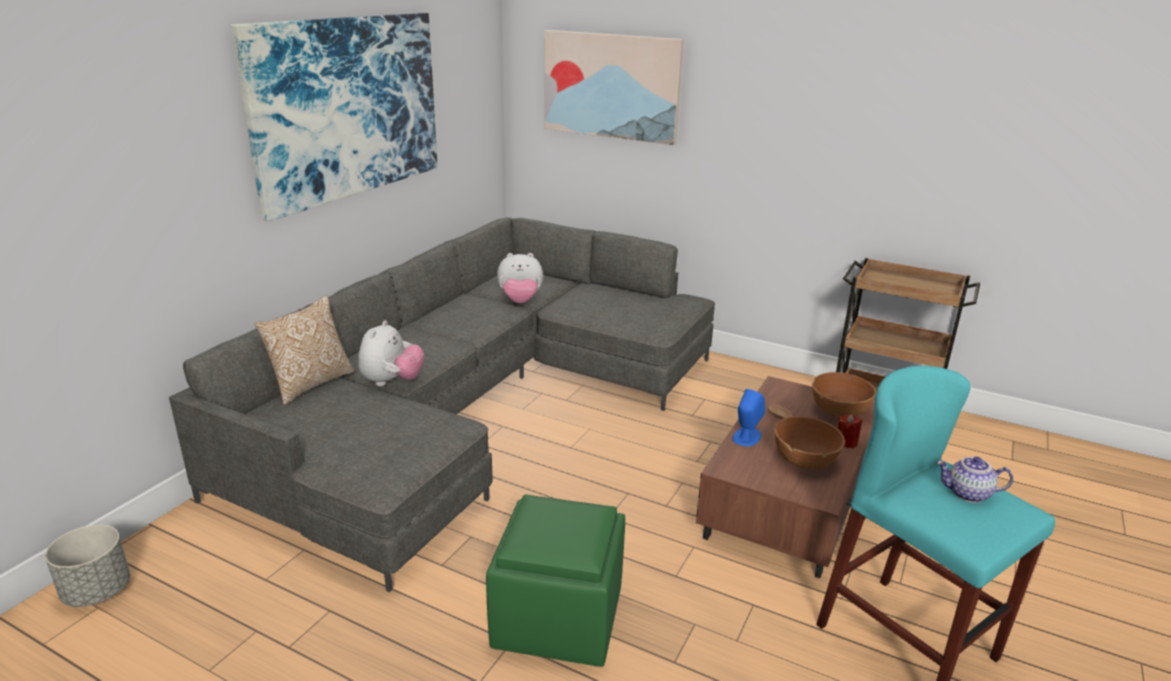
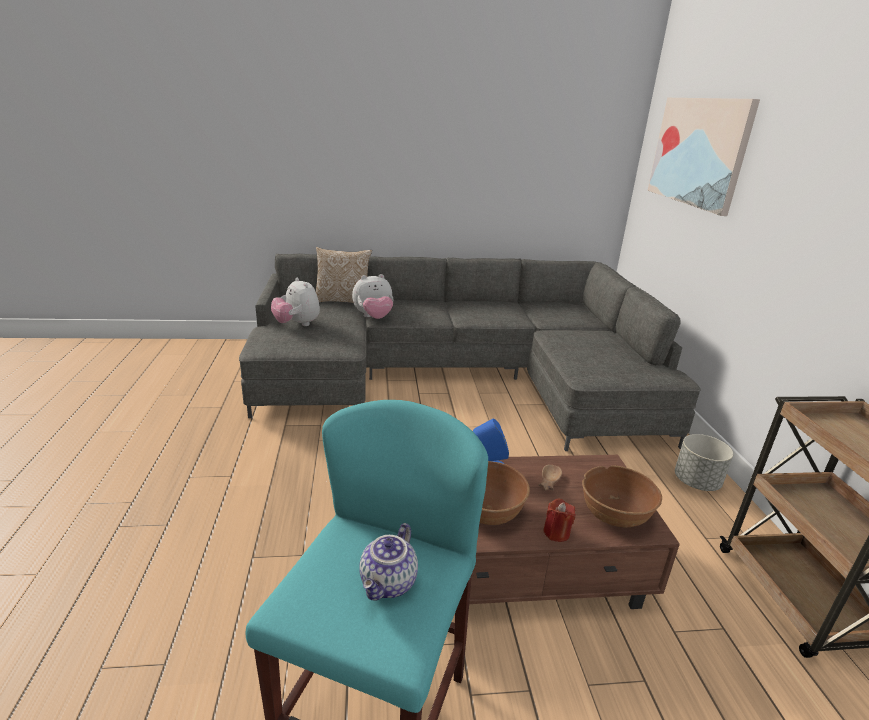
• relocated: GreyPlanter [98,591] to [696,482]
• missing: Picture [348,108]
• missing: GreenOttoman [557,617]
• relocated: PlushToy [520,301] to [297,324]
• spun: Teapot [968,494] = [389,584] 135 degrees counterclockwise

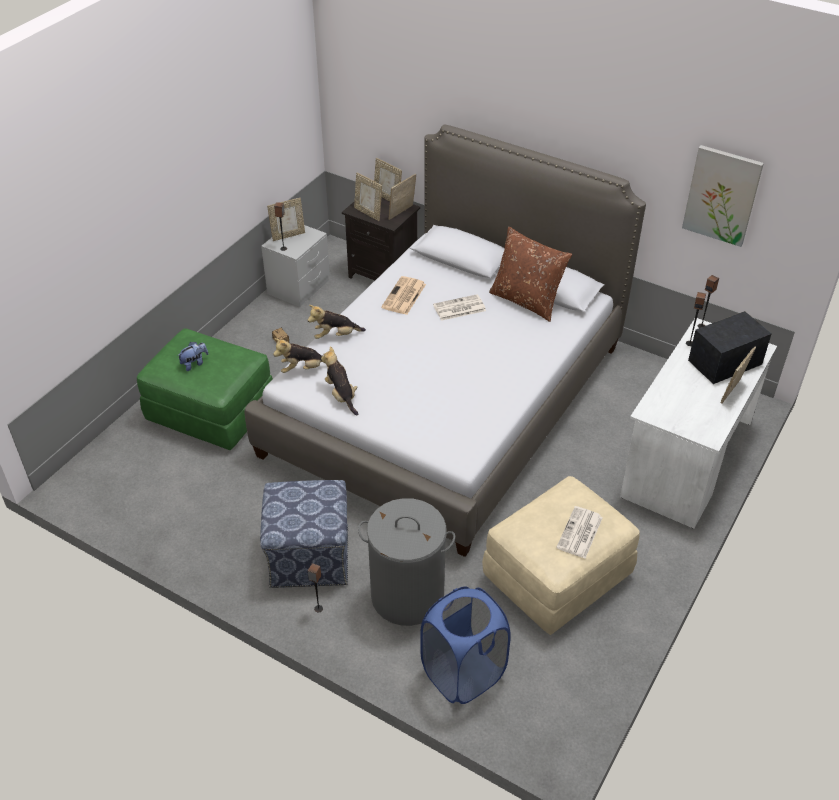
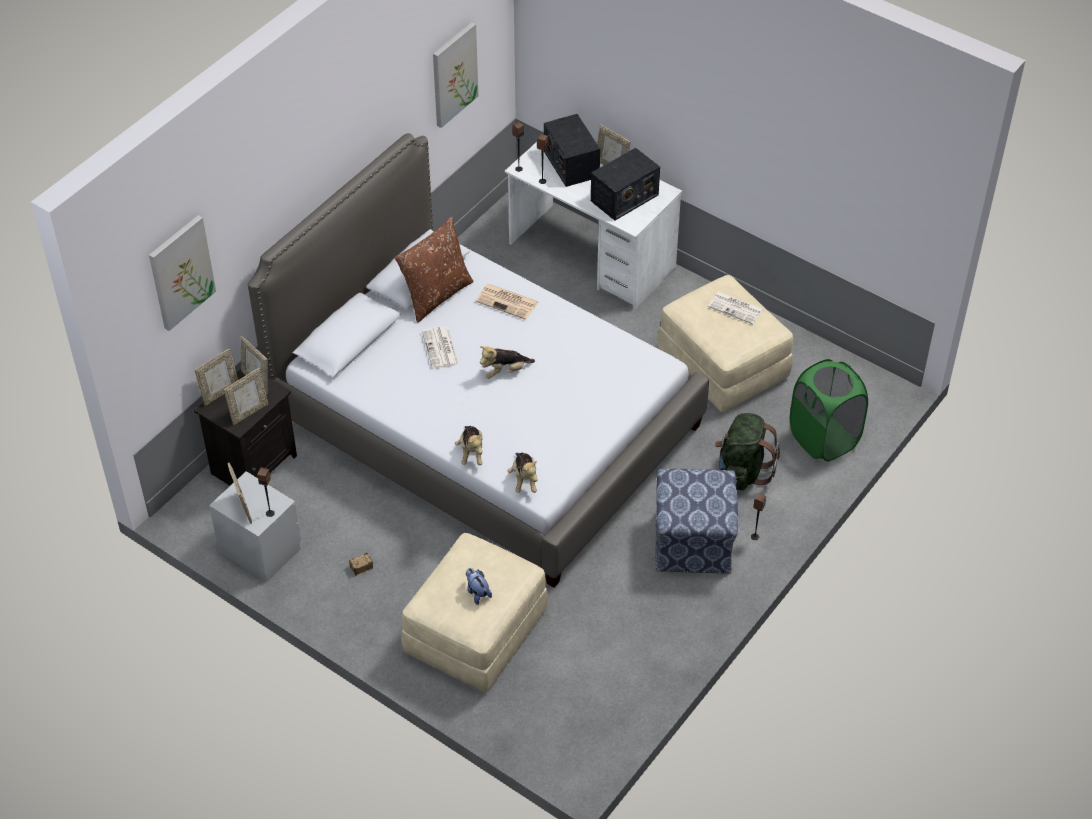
• colour: GreenOttoman [212,411] to BeigeOttoman [475,631]
• relocated: PlushToy [341,395] to [505,371]
• exchanged: GreyLaundryBasket [407,596] to GreenBackpack [742,471]
• relocated: Newspaper [404,296] to [508,302]
• colour: BlueLaundryBasket [463,673] to GreenLaundryBasket [823,438]
• appeared: Picture [181,272]
• appeared: Radio [624,198]

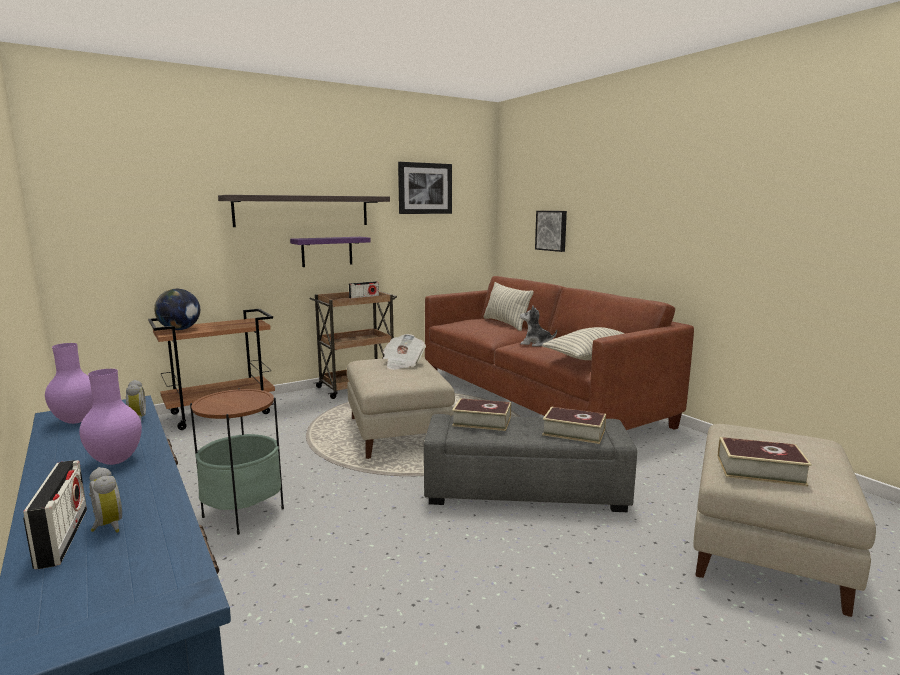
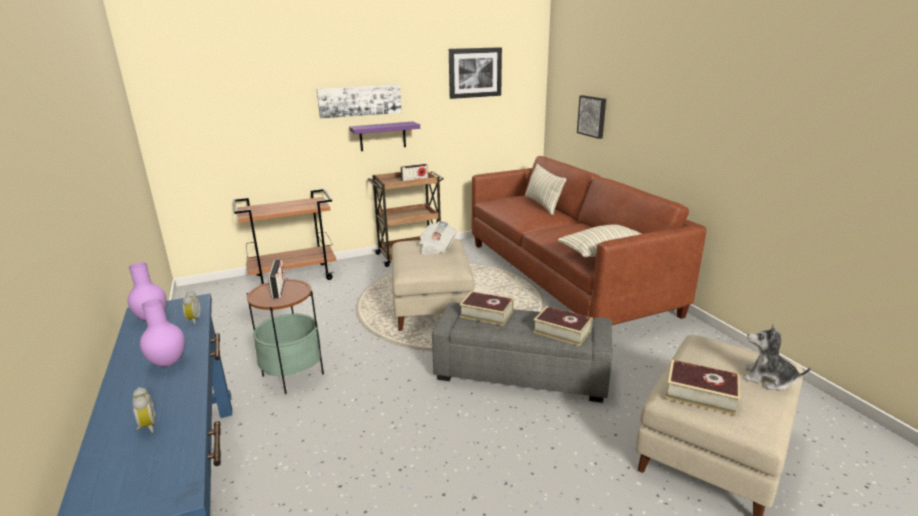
• relocated: Radio [62,537] to [279,289]
• missing: Globe [180,329]
• exchanged: Shelf [303,211] to Picture [360,101]
• relocated: PlushToy [535,344] to [768,379]

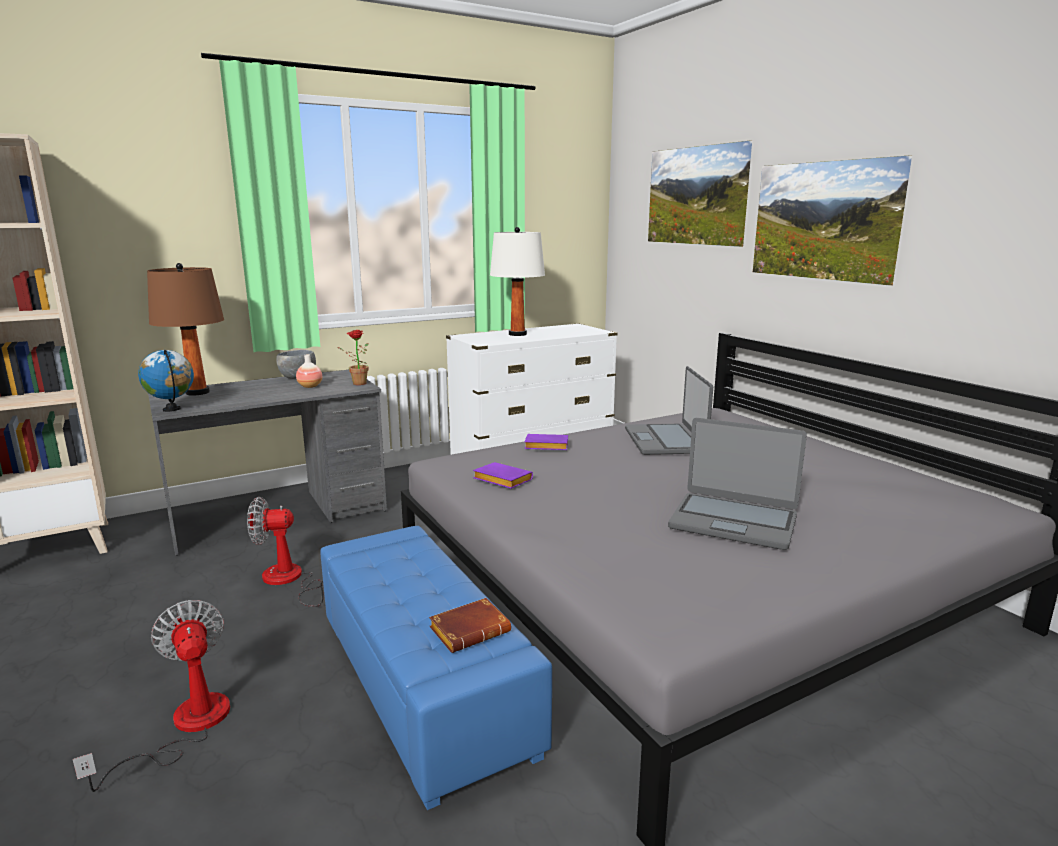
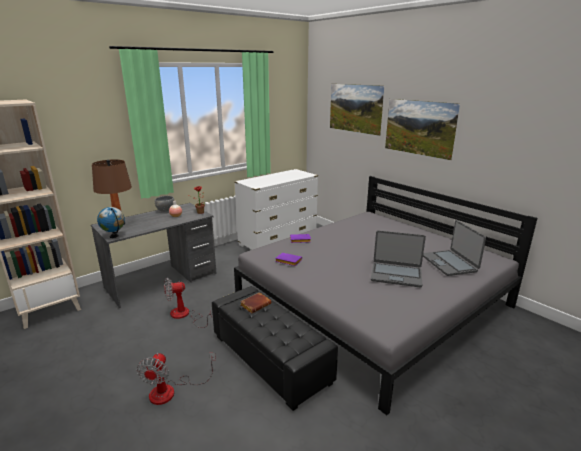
• spun: Fan [185,727] = [171,391] 135 degrees counterclockwise
• colour: BlueOttoman [425,684] to BlackOttoman [270,358]
• relocated: BrownBook [470,630] to [256,304]
• missing: WhiteTableLamp [517,334]
• relocated: Laptop [665,441] to [449,263]

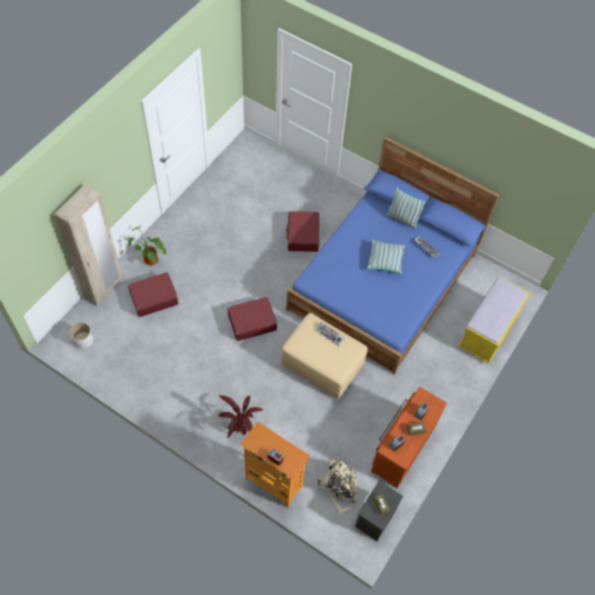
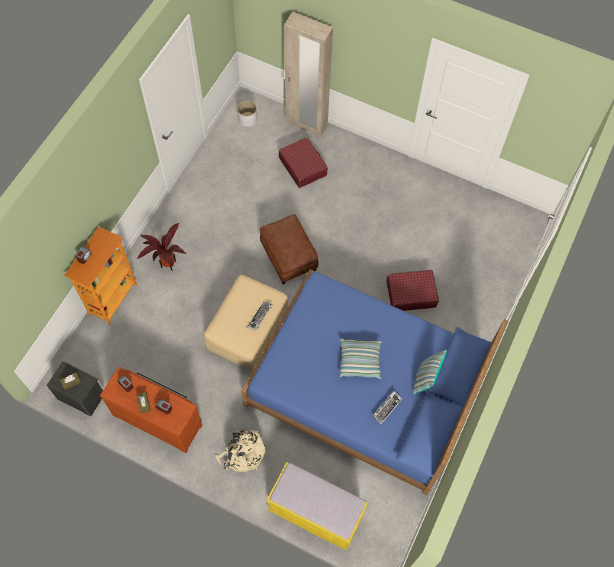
• missing: PottedPlant [149,260]
• exchanged: RedSuitcase [252,322] to BrownOttoman [288,257]
• relocated: BeigeBackpack [339,487] to [242,454]

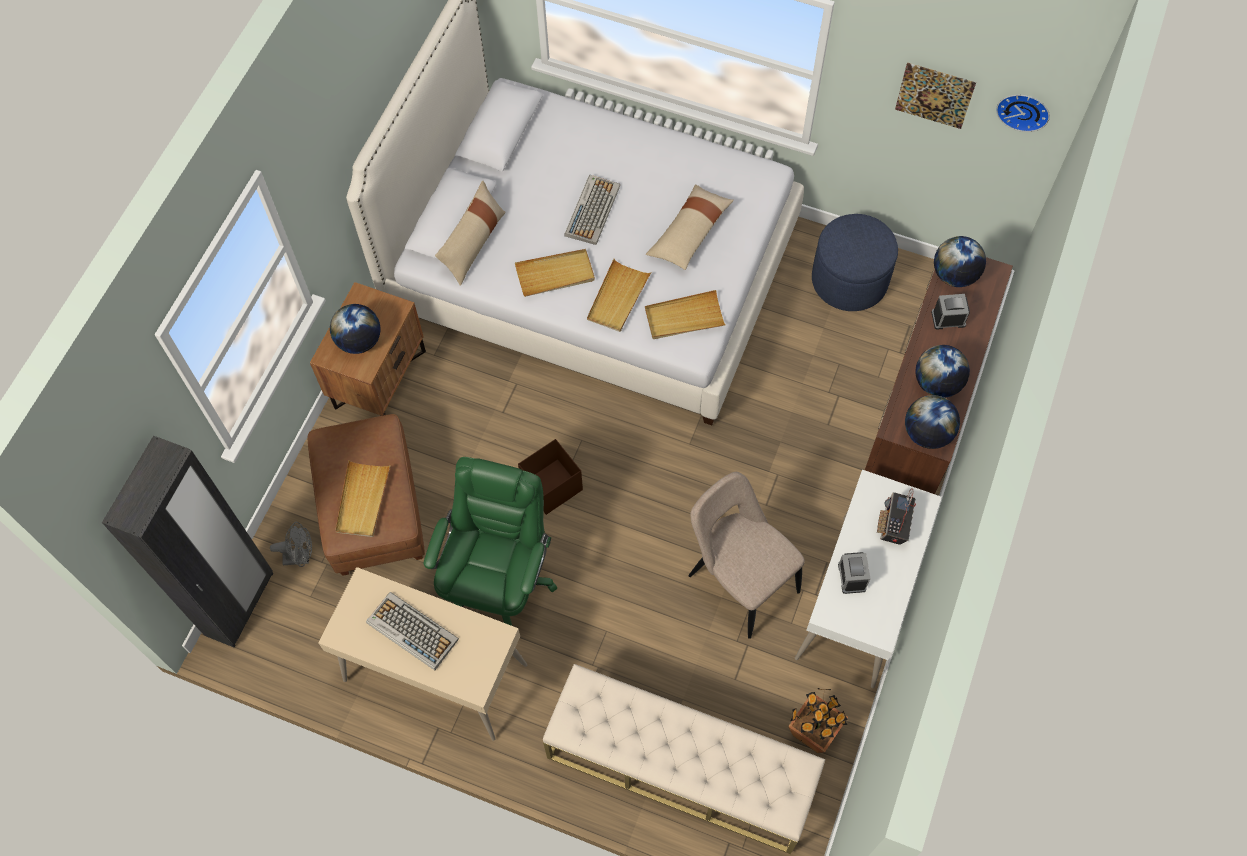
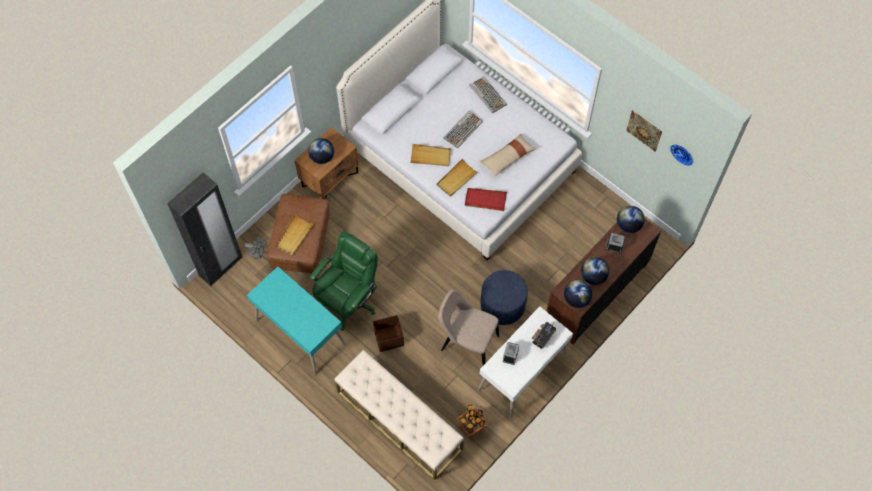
• colour: BeigeDesk [435,673] to TurquoiseDesk [300,333]
• relocated: Keyboard [411,631] to [487,95]
• missing: BeigePillow [473,244]
• relocated: BrownStorageBox [551,487] to [388,338]
• colour: BeigeTray [684,317] to RedTray [485,200]
• spun: BeigeChair [739,580] = [467,342] 45 degrees counterclockwise
• relocated: BlueOttoman [849,280] to [502,305]

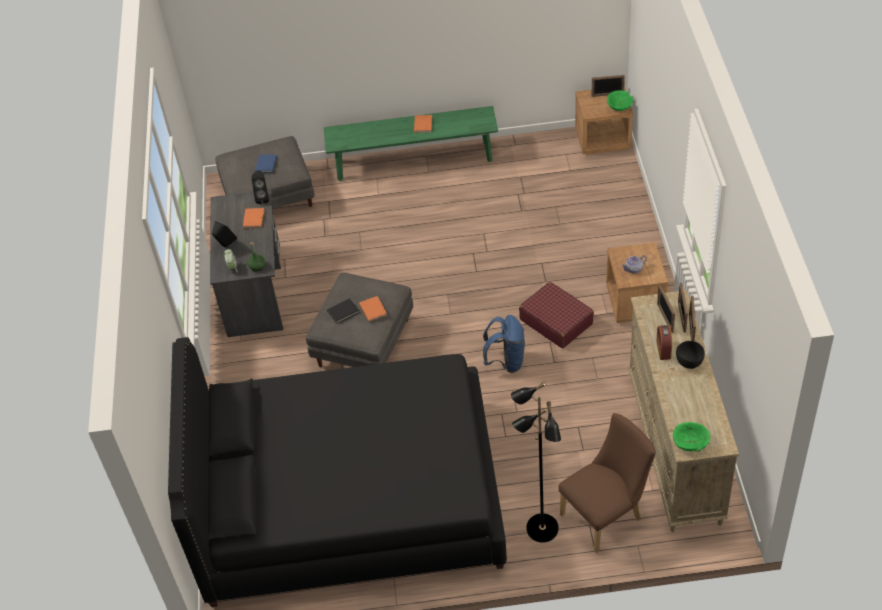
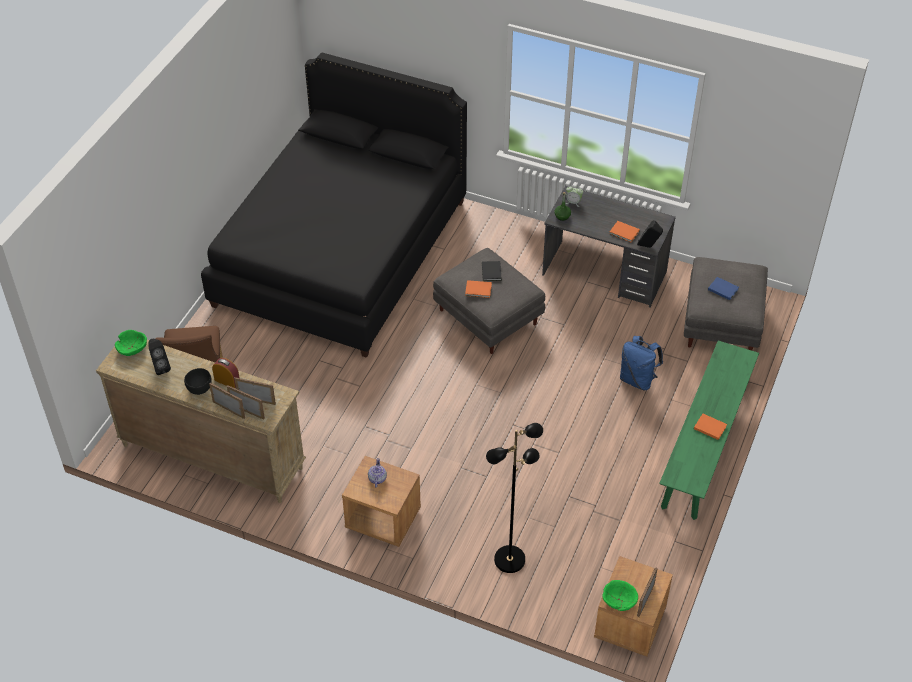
• relocated: BlackSpeaker [226,246] to [160,367]
• relocated: BlueBackpack [506,361] to [637,379]
• relocated: BlackFloorLamp [541,529] to [509,558]
• missing: RedSuitcase [556,321]

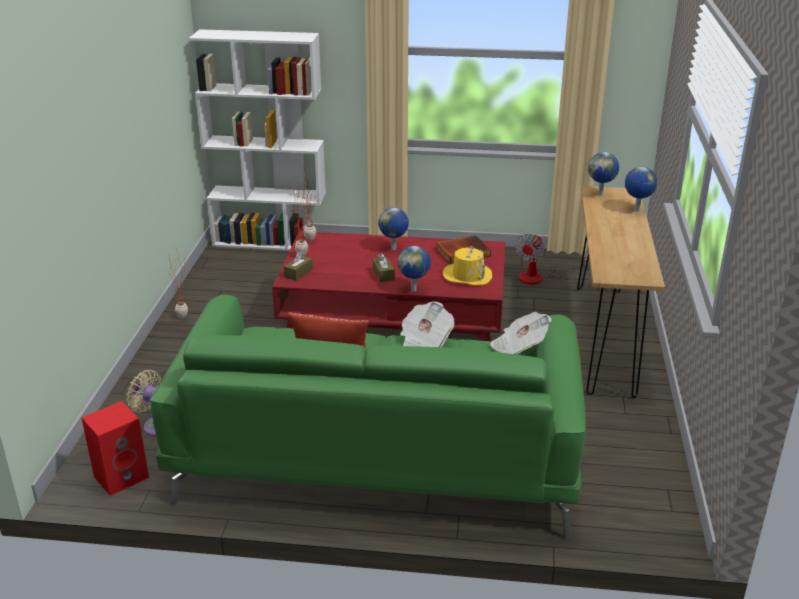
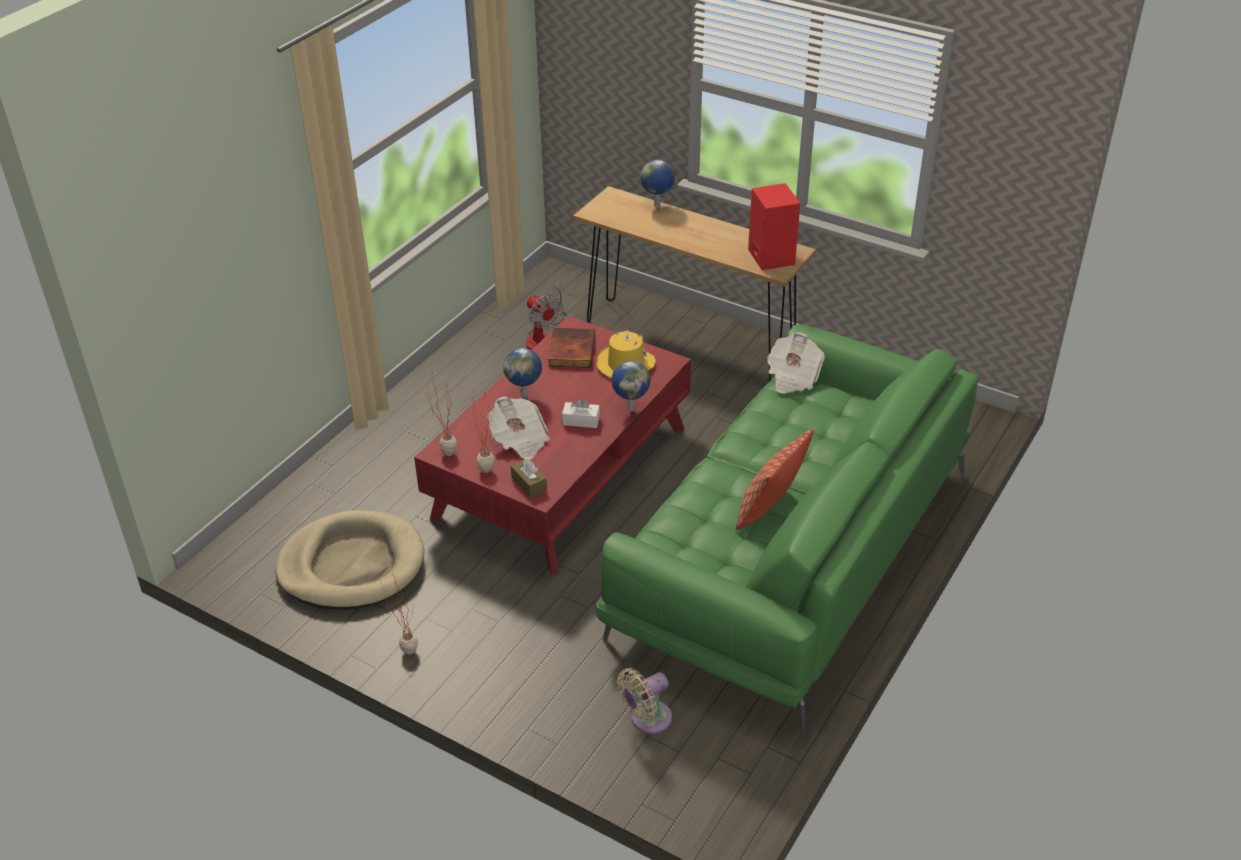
• relocated: RedSpeaker [122,476] to [770,256]
• missing: WhiteBookcase [271,242]
• colour: BrownTissueBox [383,275] to WhiteTissueBox [581,421]
• relocated: Newspaper [424,342] to [519,440]
• missing: Globe [601,194]
• appeared: BeigeDogBed [351,565]

